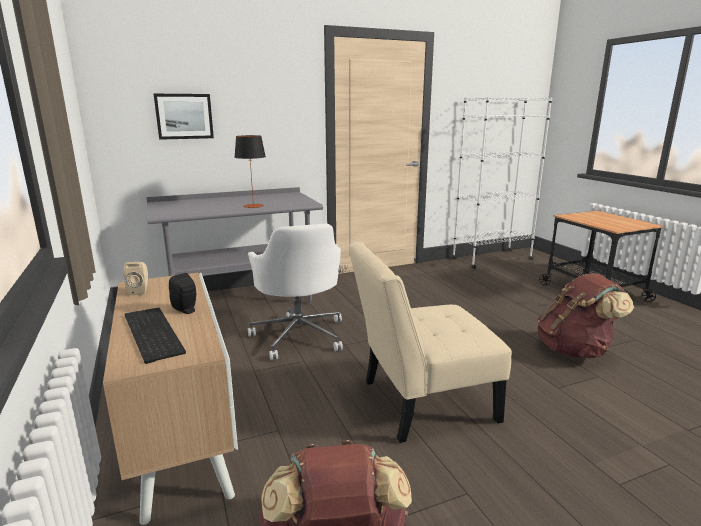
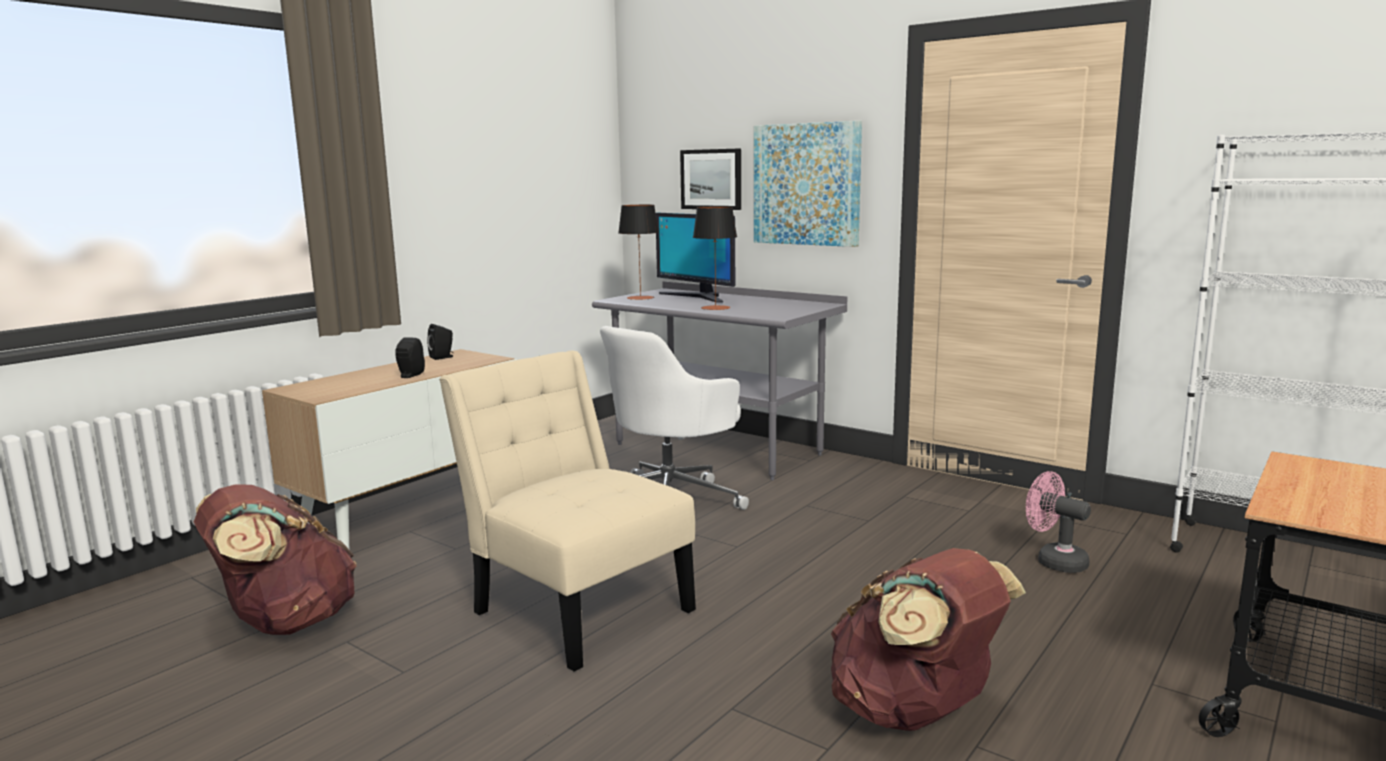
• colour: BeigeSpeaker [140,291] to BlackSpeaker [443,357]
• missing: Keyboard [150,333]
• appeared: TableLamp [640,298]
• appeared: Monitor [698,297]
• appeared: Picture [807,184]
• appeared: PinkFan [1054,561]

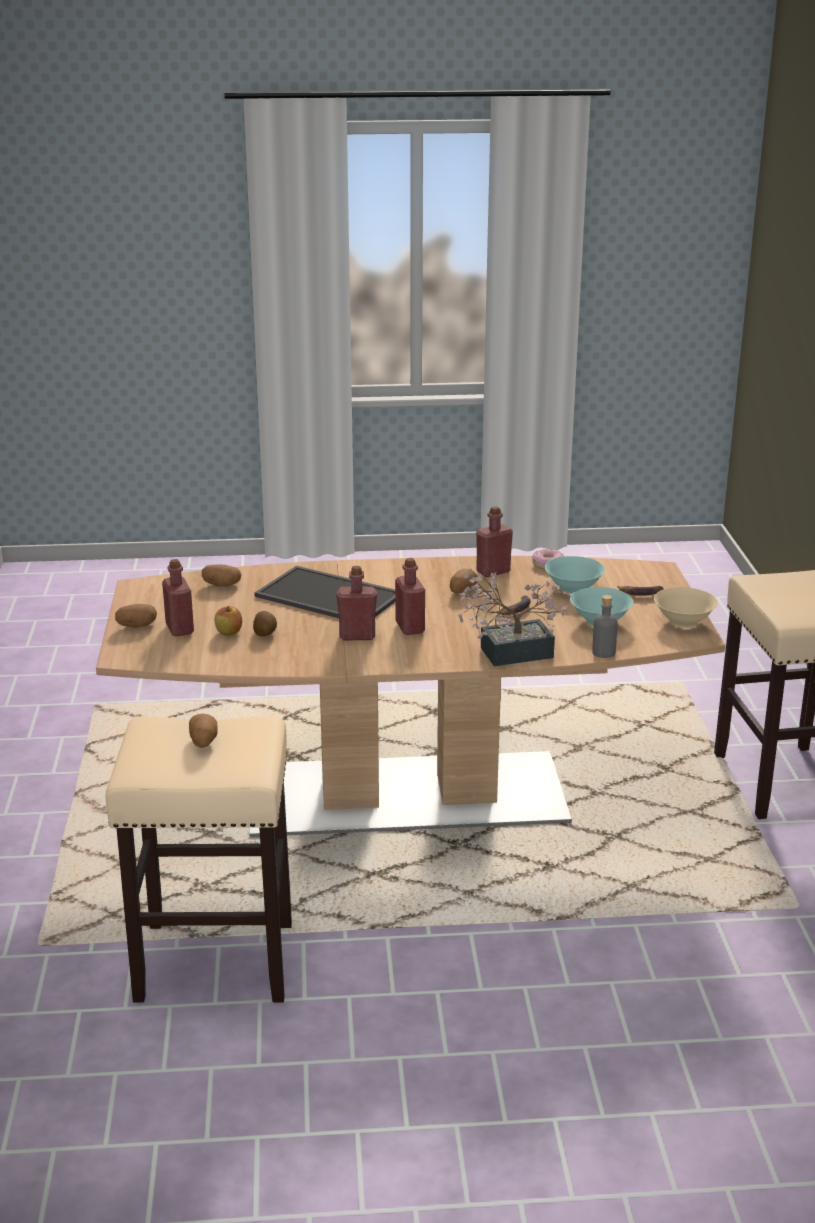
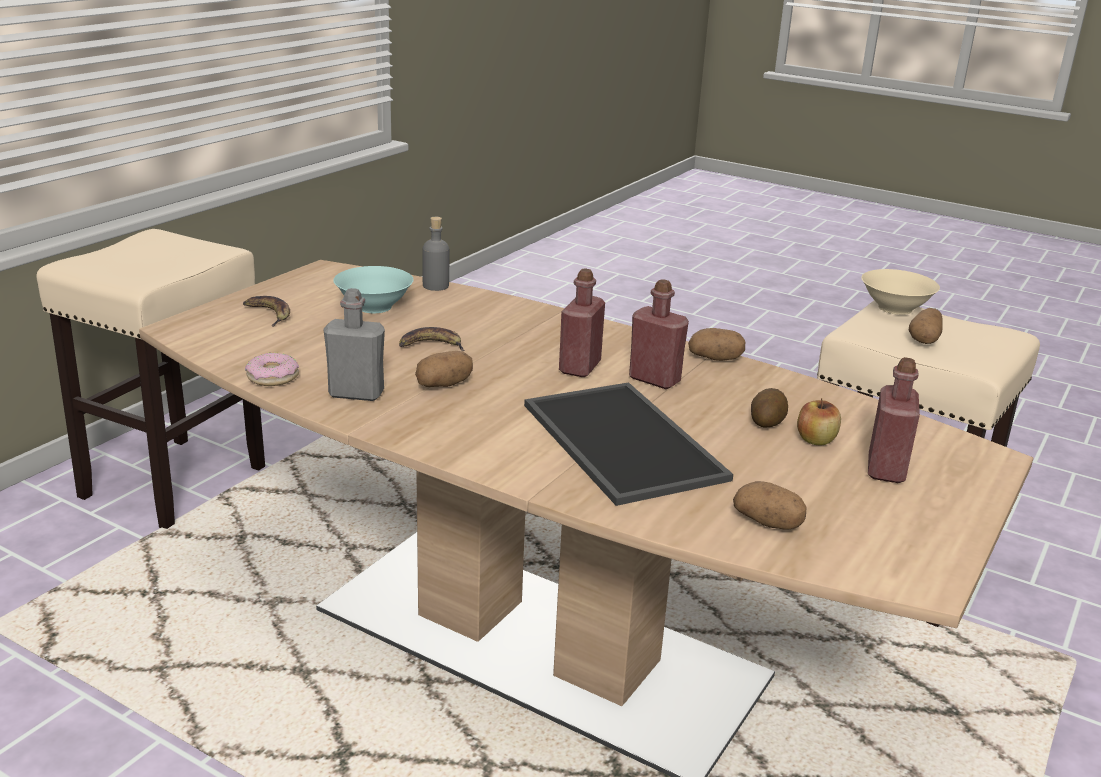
• relocated: Potato [137,626] to [715,358]
• missing: PottedPlant [508,653]
• colour: RedBottle [493,571] to GreyBottle [356,393]
• missing: TurquoiseBowl [574,588]
• relocated: BeigeBowl [684,621] to [894,308]

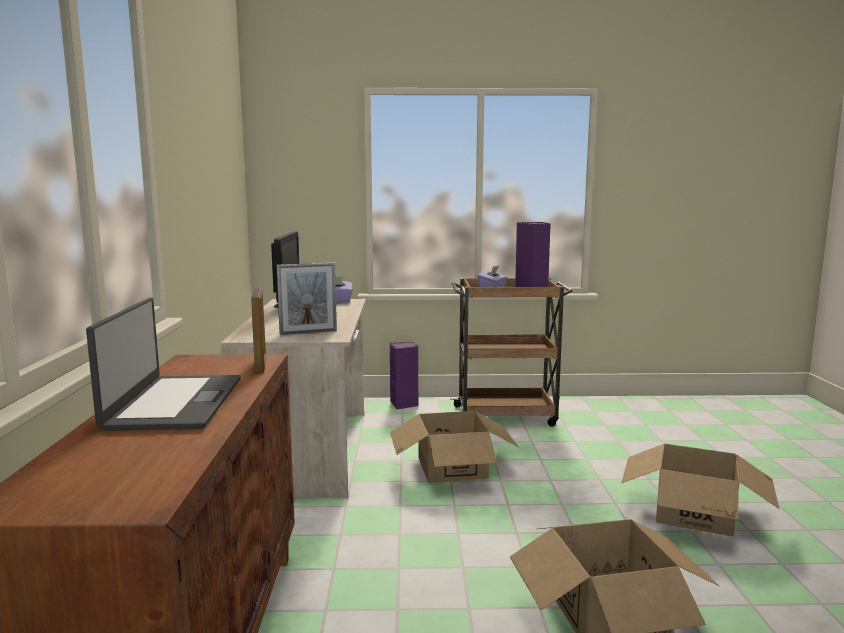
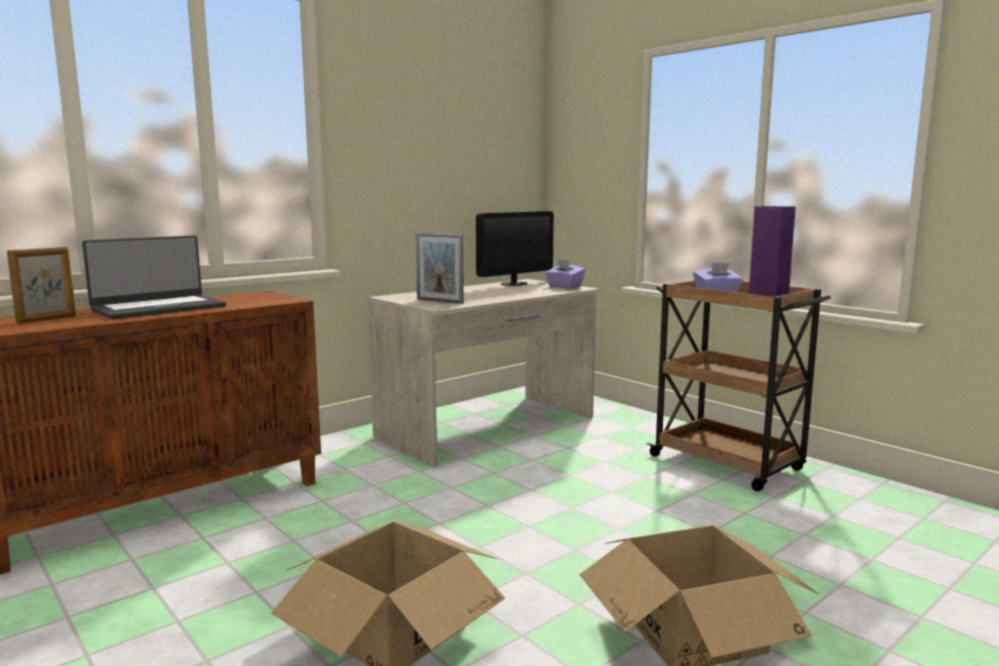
• relocated: PictureFrame [260,365] to [47,319]
• missing: PurpleSpeaker [404,404]
• missing: CardboardBox [451,467]

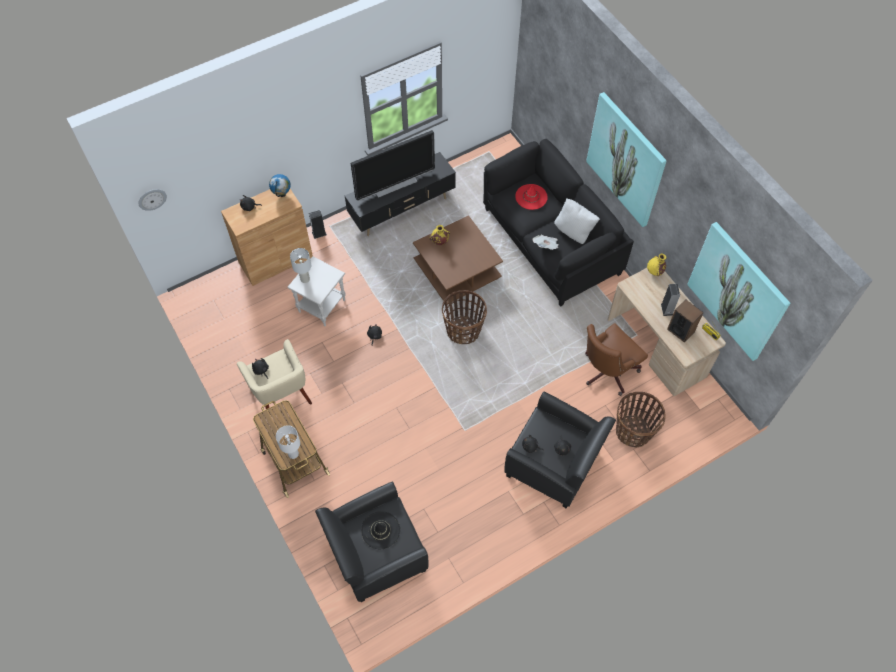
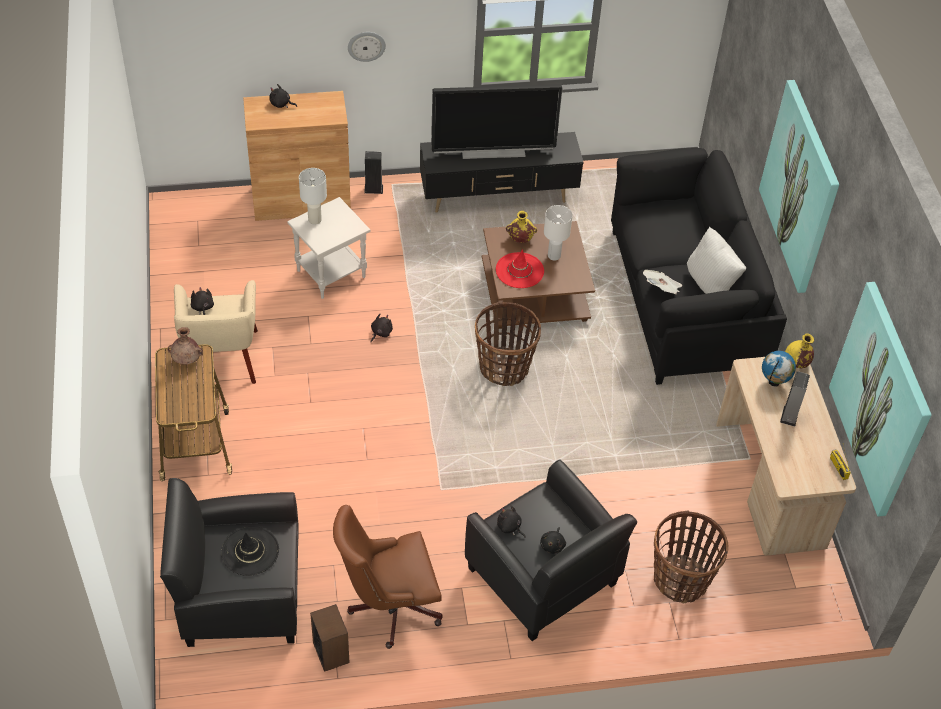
• relocated: WallClock [152,199] to [366,45]
• relocated: Globe [282,194] to [774,382]
• relocated: WhiteTableLamp [293,454] to [554,256]
• relocated: RedHat [531,197] to [519,270]
• relocated: BrownOfficeChair [606,372] to [389,606]
• relocated: Speaker [680,330] to [331,652]
• appeared: BrownVase [187,360]

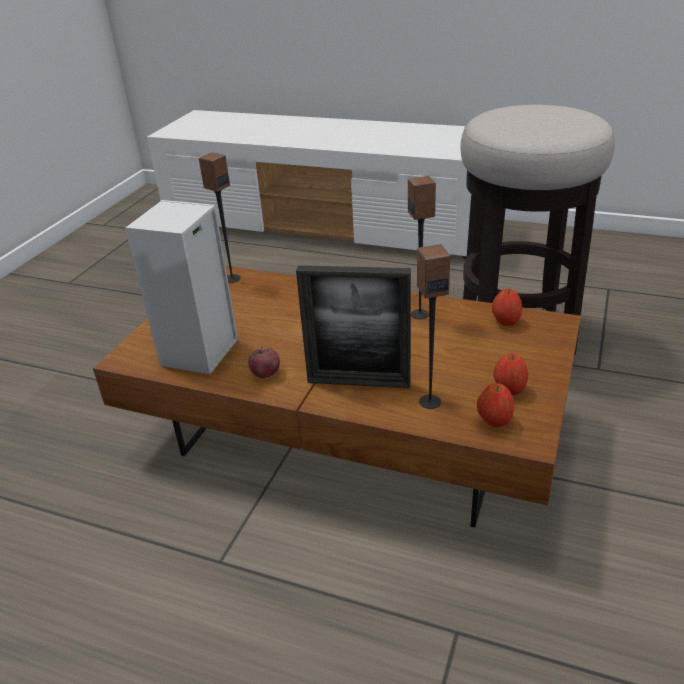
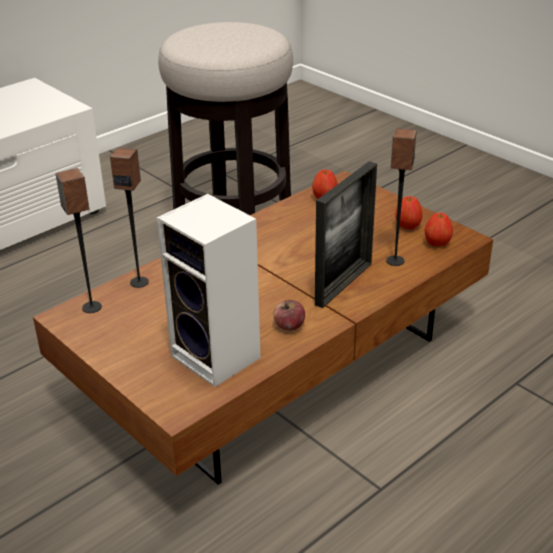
• relocated: Speaker [420,314] to [139,282]

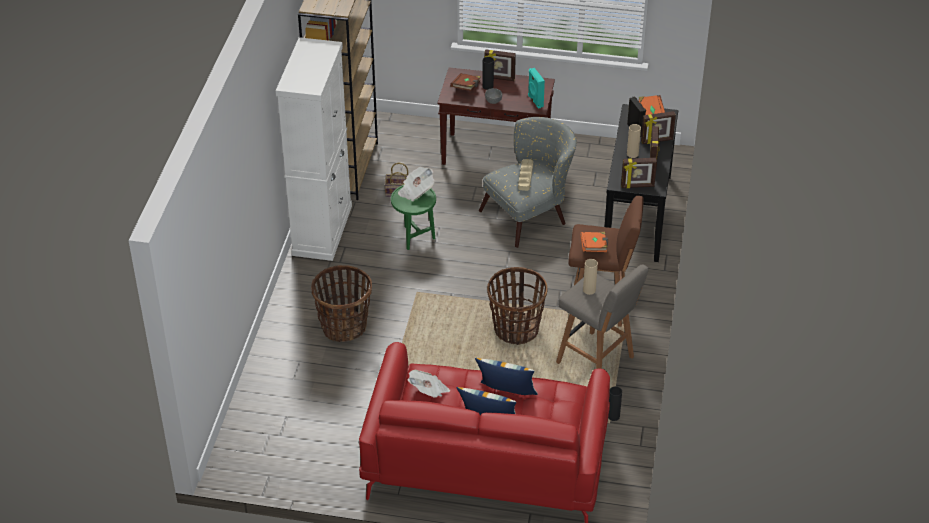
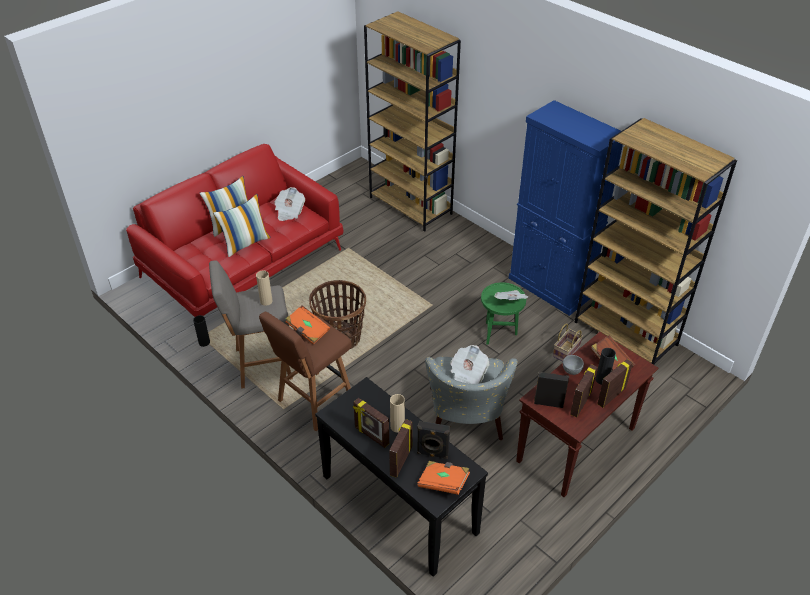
• colour: WhiteCabinet [322,230] to BlueCabinet [550,287]
• missing: Basket [344,327]
• exchanged: BeigeTray [525,176] to Newspaper [467,374]
• colour: TurquoiseSpeaker [535,101] to BlackSpeaker [548,402]
• relocated: PictureFrame [637,186] to [580,403]
• appeared: BrownBookcase [411,206]

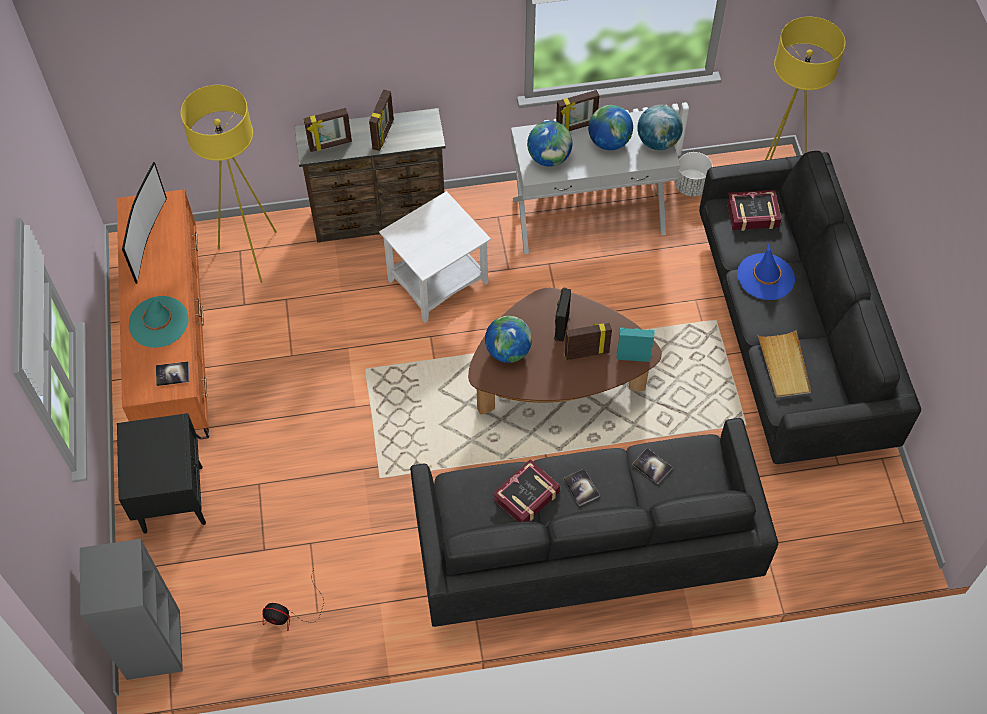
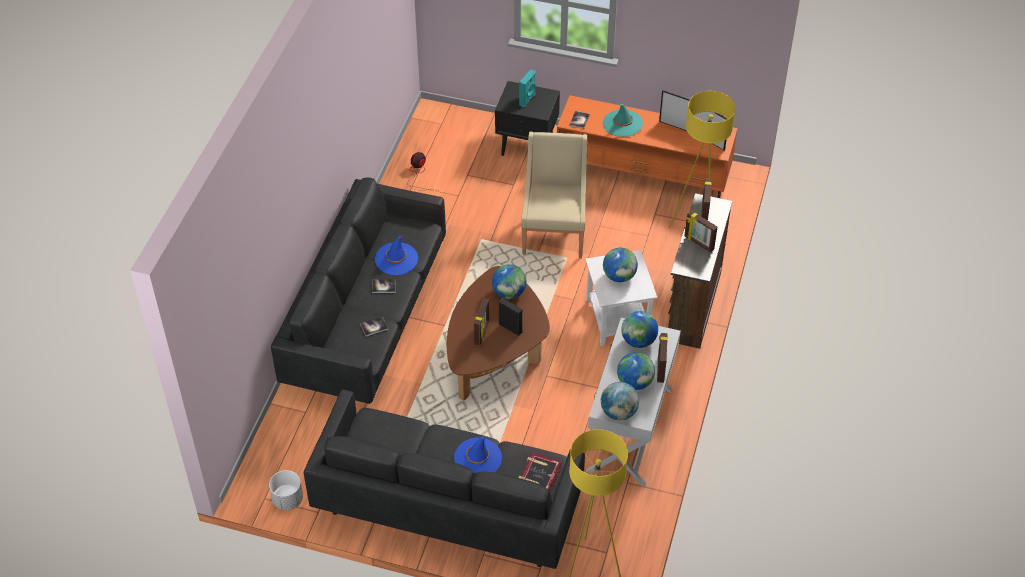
• missing: GreyBookcase [152,643]
• exchanged: Book [527,496] to BlueHat [396,259]
• relocated: TurquoiseSpeaker [633,356] to [527,100]
• relocated: WhitePlanter [691,186] to [287,499]
• missing: BeigeTray [784,366]
• appeared: BeigeArmchair [554,234]
• appeared: Globe [619,276]

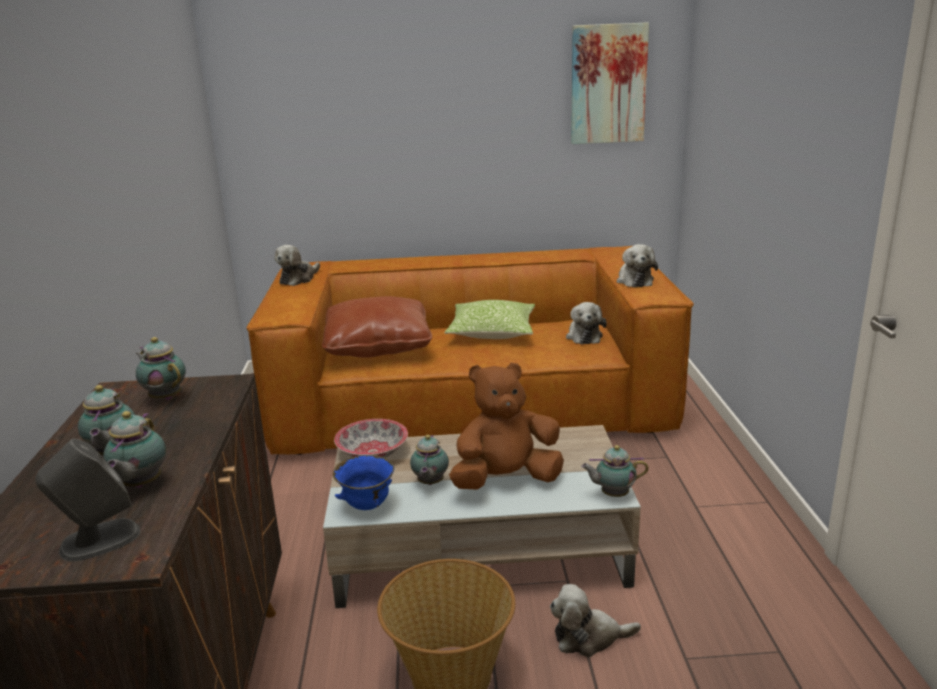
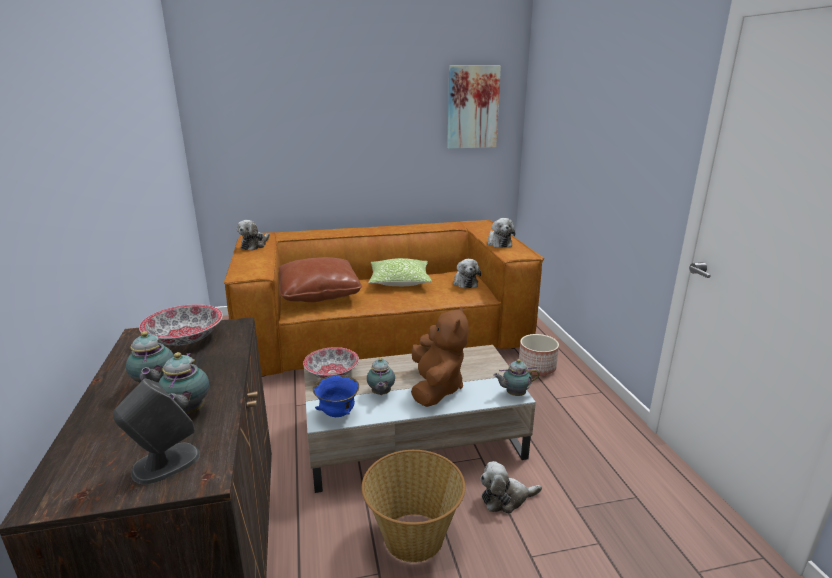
• exchanged: Teapot [165,397] to Bowl [186,338]
• spun: BrownPlushToy [506,480] = [436,388] 120 degrees clockwise
• appeared: Planter [537,368]

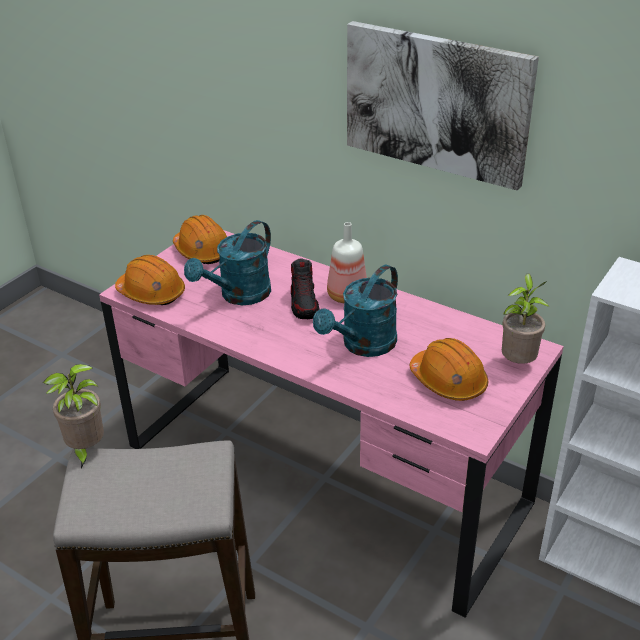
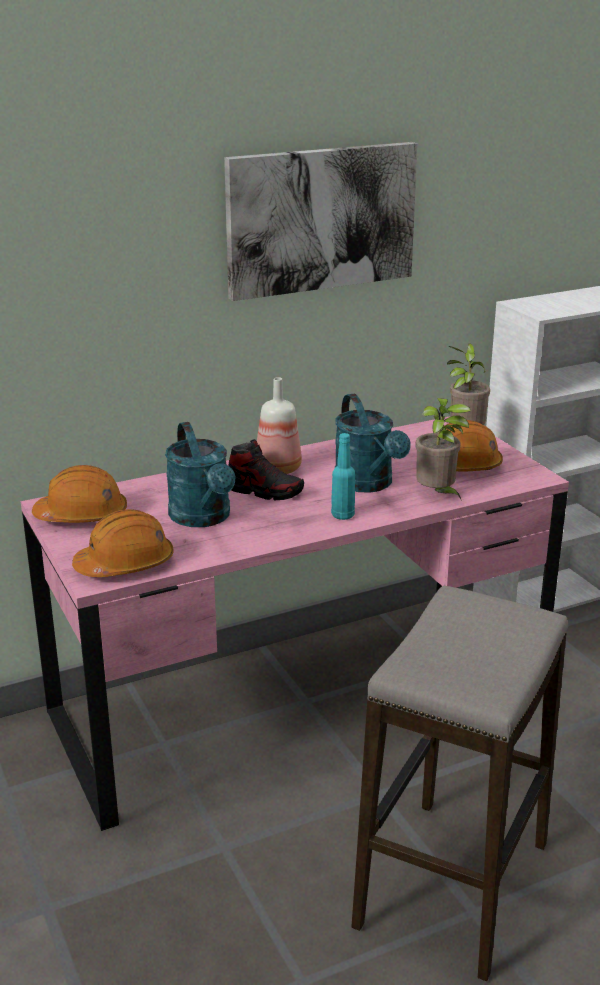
• relocated: PottedPlant [85,450] to [437,495]
• appeared: TurquoiseBottle [343,515]

